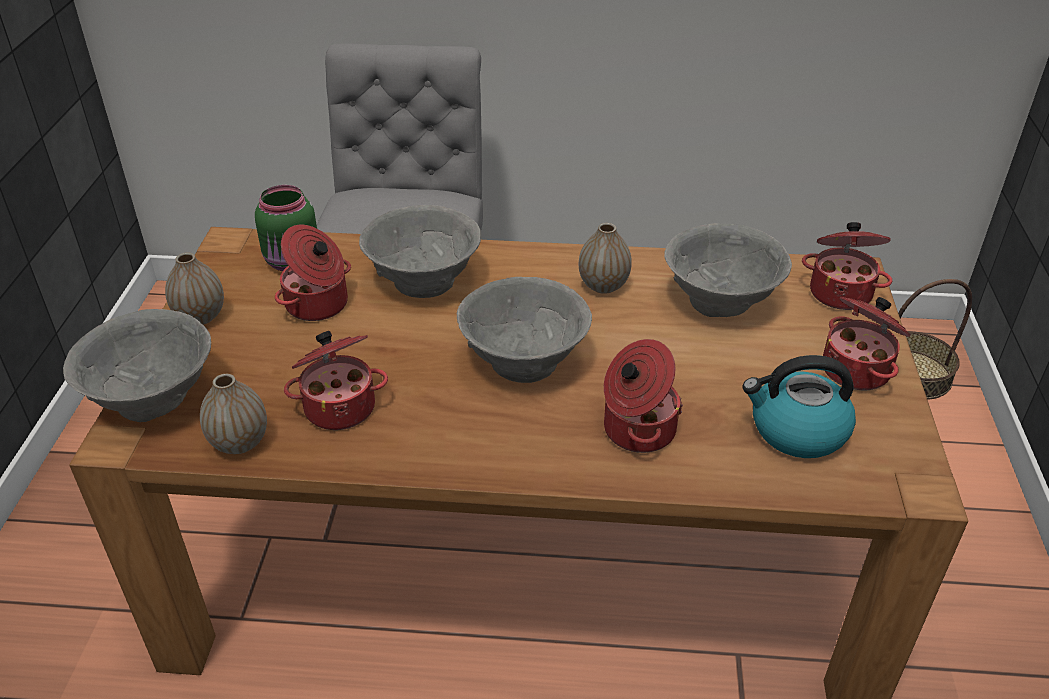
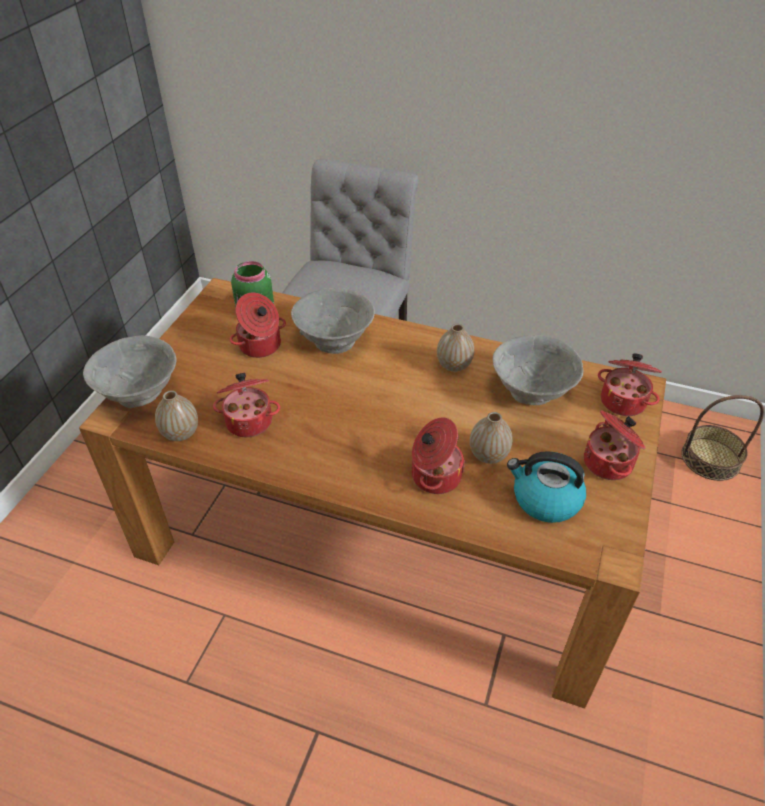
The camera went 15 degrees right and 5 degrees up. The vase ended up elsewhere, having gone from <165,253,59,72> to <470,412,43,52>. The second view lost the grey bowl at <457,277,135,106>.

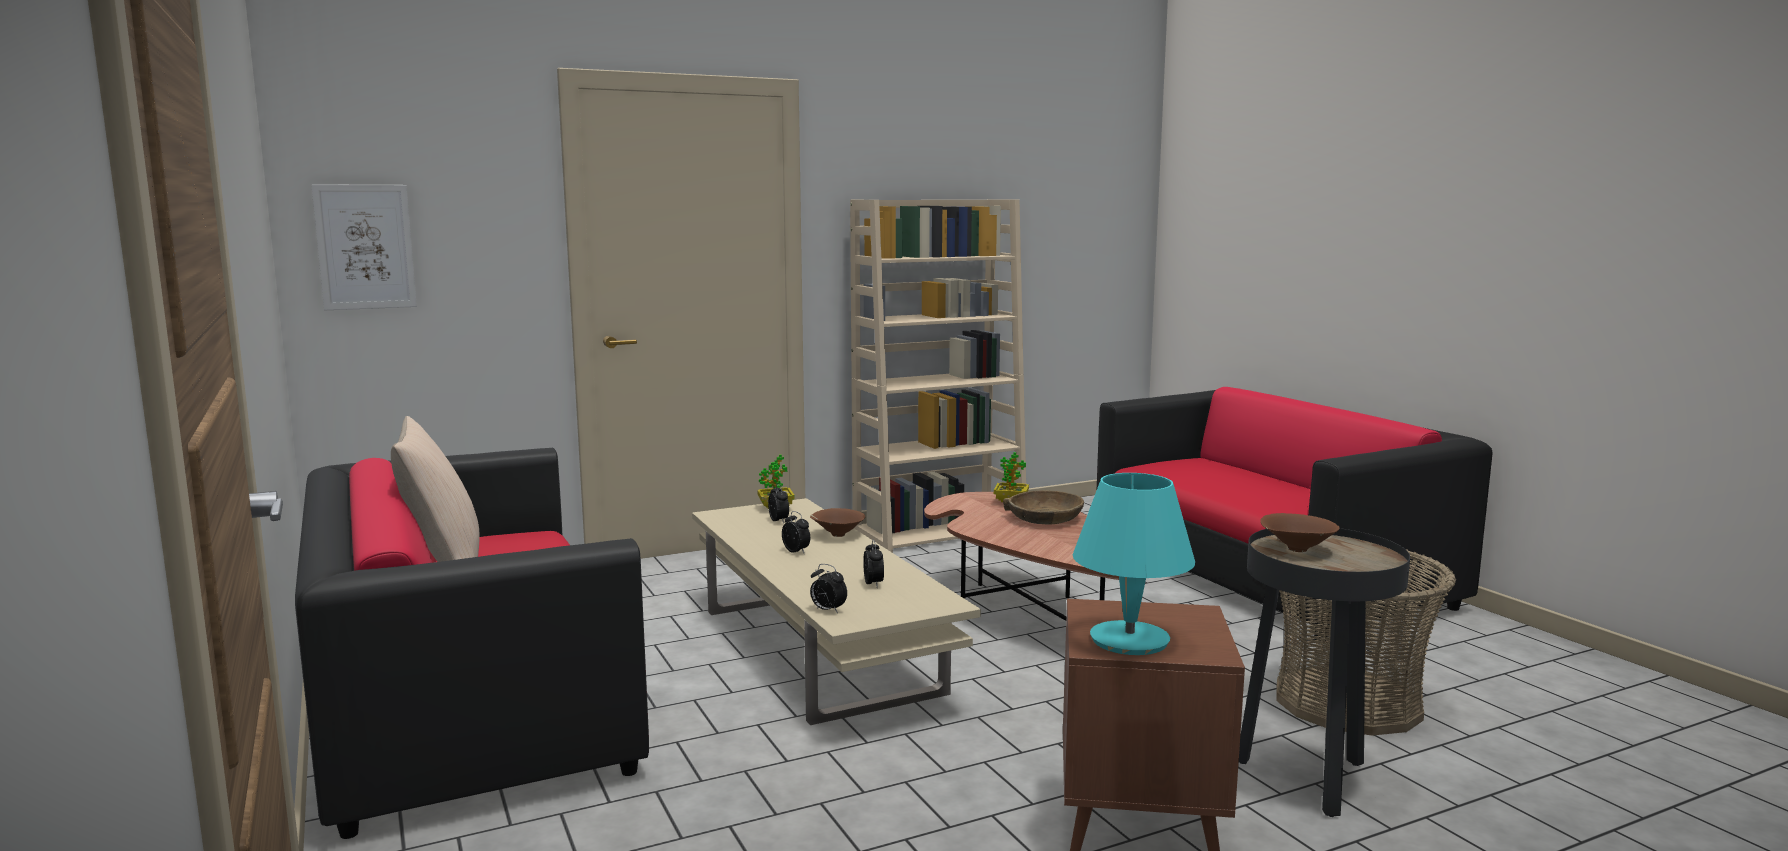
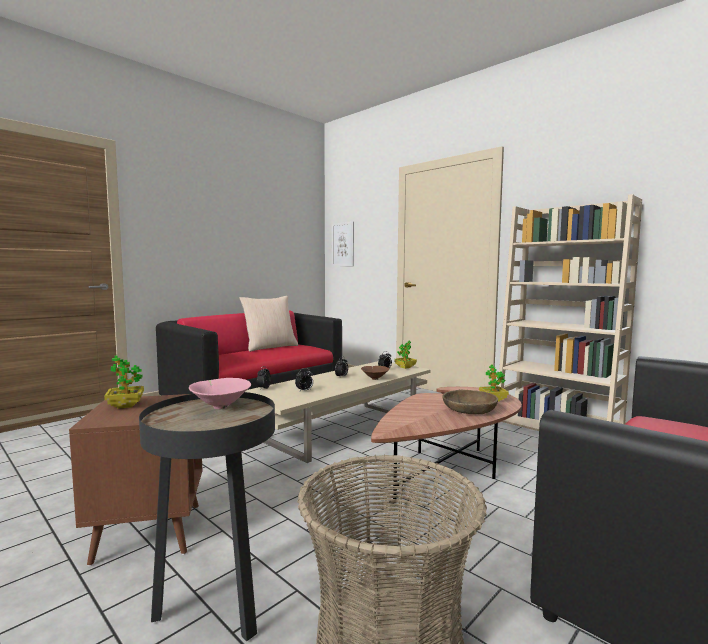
The camera went 70 degrees right and 5 degrees down. Where the turquoise table lamp stood at <1073,473,122,182>, the potted plant came to stand at <104,356,40,53>. What was the brown bowl at <1260,513,80,39> turned into the pink bowl at <189,378,62,31>.

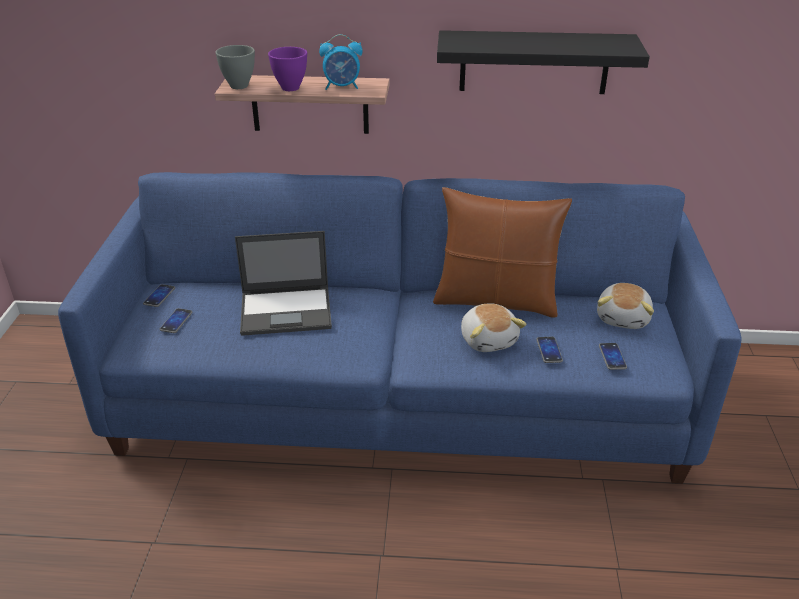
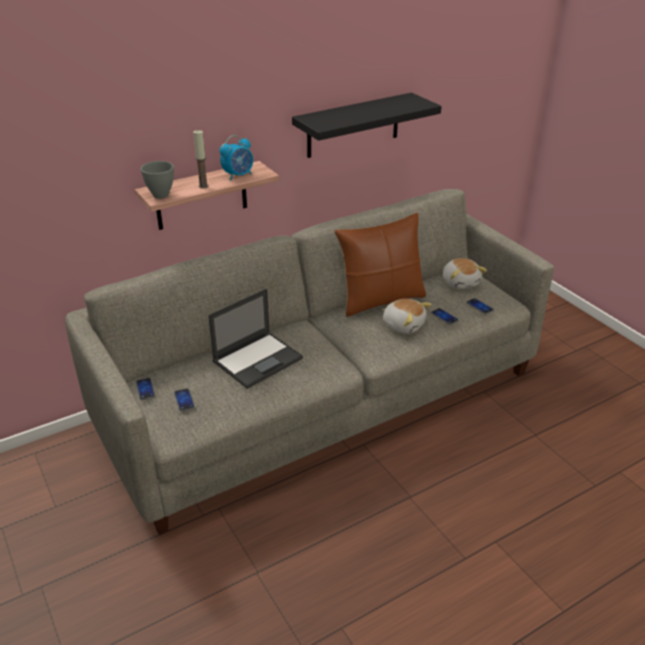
The camera went 35 degrees left and 0 degrees up. Where the purple bowl stood at <268,47,39,44>, the candle came to stand at <193,130,16,59>. What was the blue sofa at <58,172,683,312> turned into the grey sofa at <65,189,489,346>.

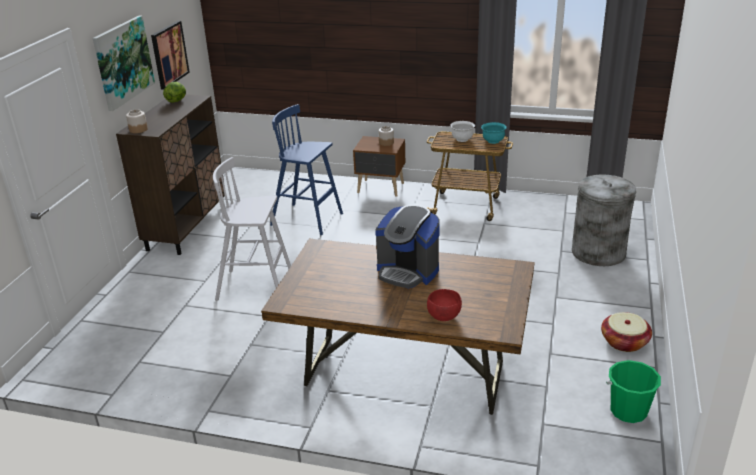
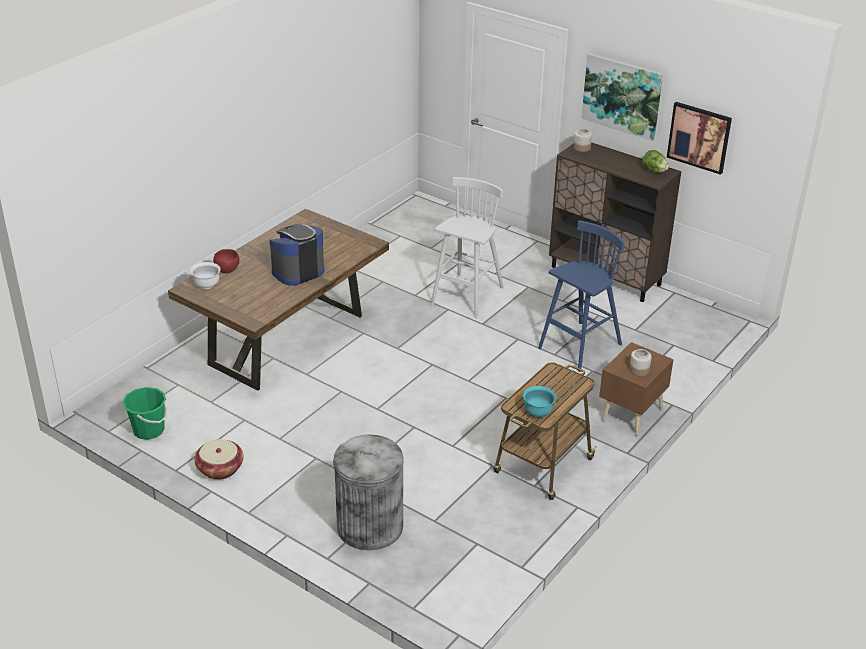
The camera went 110 degrees right and 5 degrees up. The white bowl ended up elsewhere, having gone from <450,121,25,21> to <190,262,31,27>.

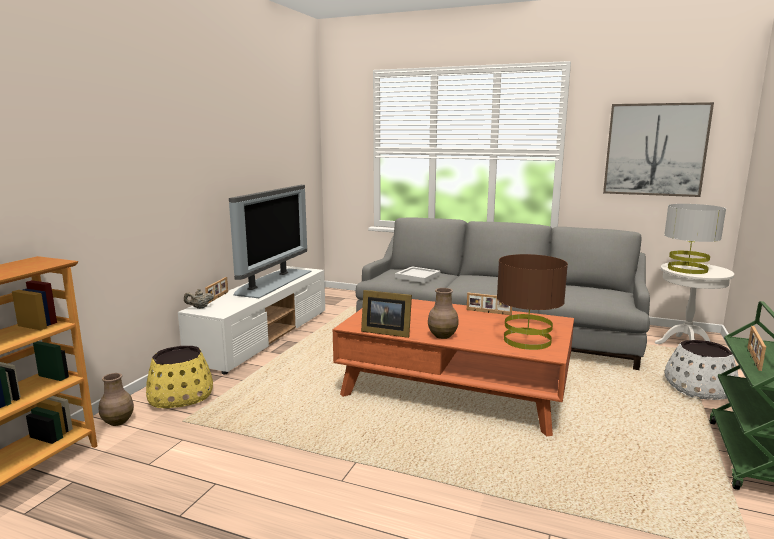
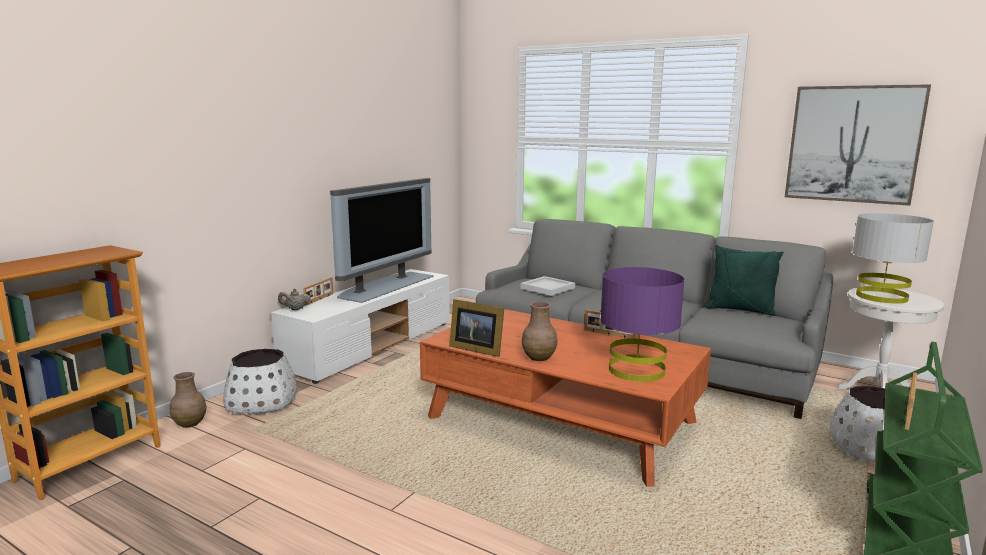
The camera went 10 degrees right and 0 degrees up. What was the brown table lamp at <497,254,71,96> turned into the purple table lamp at <600,267,85,115>. What was the yellow planter at <146,346,67,62> turned into the white planter at <223,349,74,65>. The second view gained the green pillow at <706,245,77,71>.

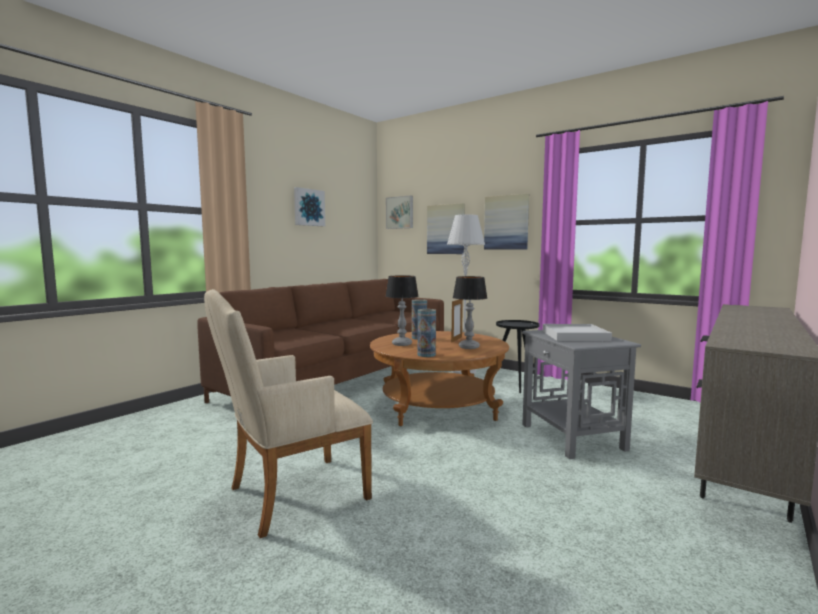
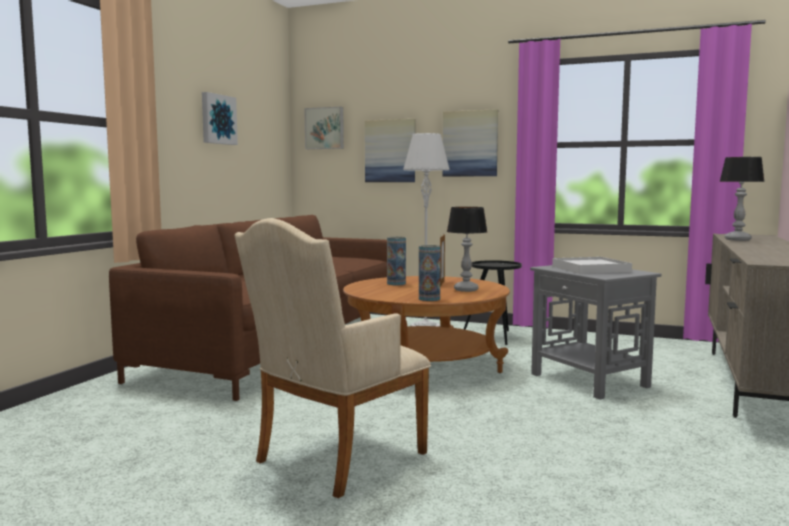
The camera went 15 degrees left and 0 degrees up. The table lamp ended up elsewhere, having gone from <385,275,34,71> to <719,157,46,84>.

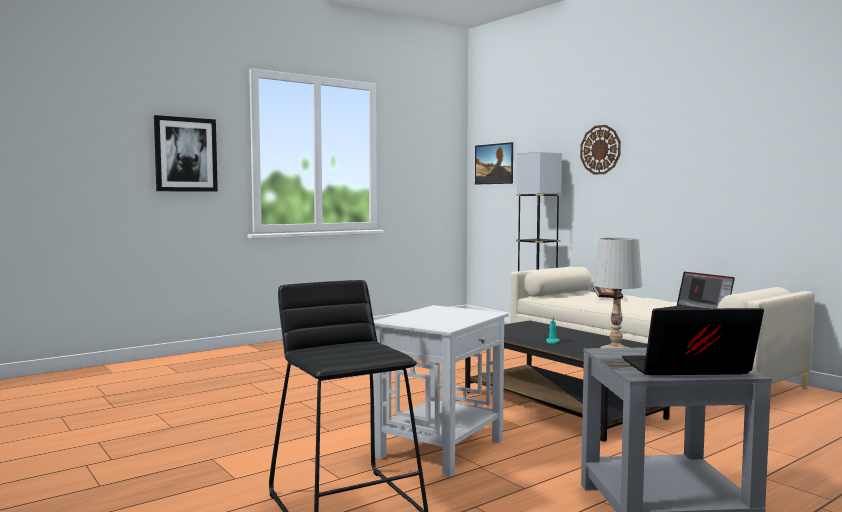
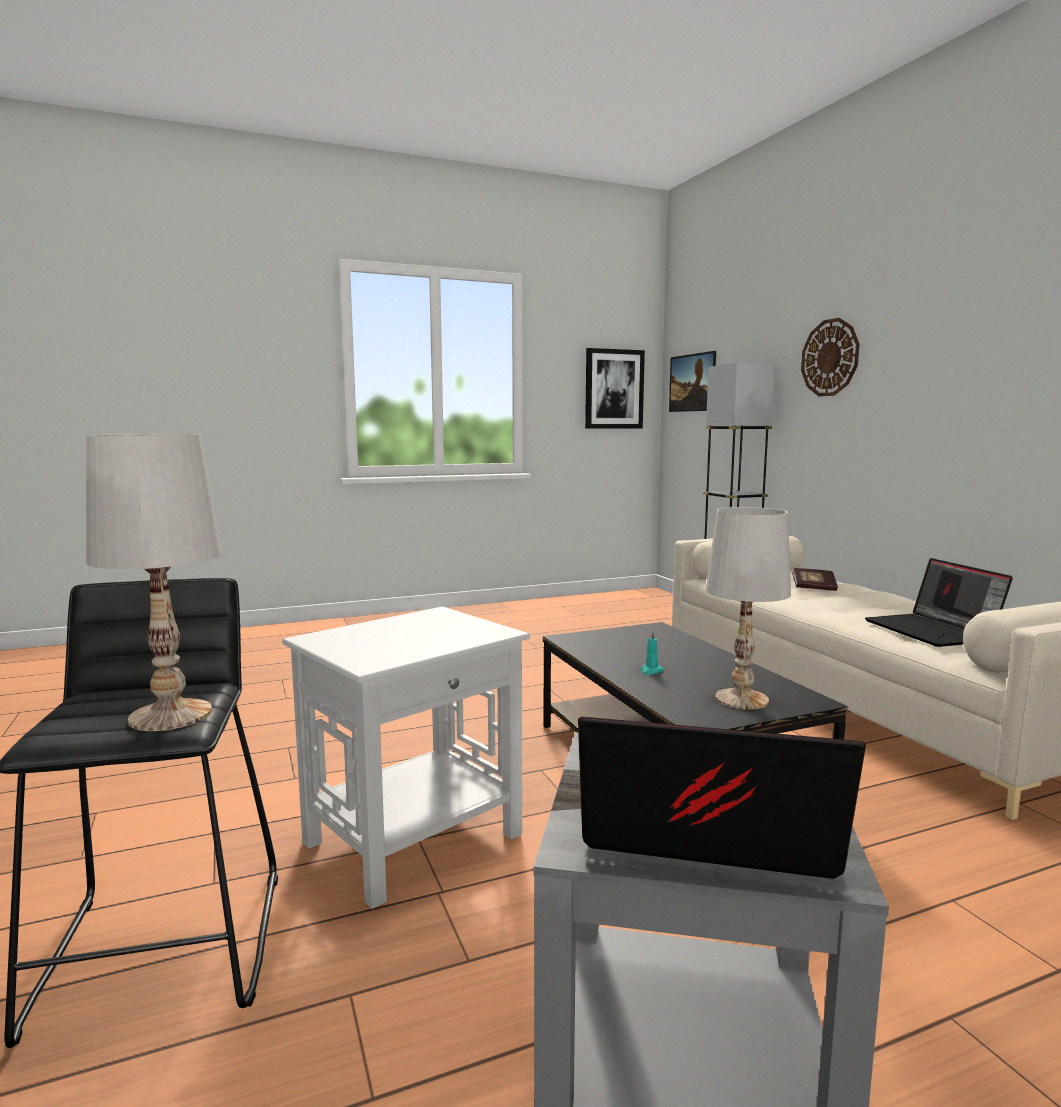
The camera went 15 degrees right and 5 degrees up. The picture ended up elsewhere, having gone from <154,115,64,77> to <585,348,60,80>. The second view gained the white table lamp at <86,434,136,297>.

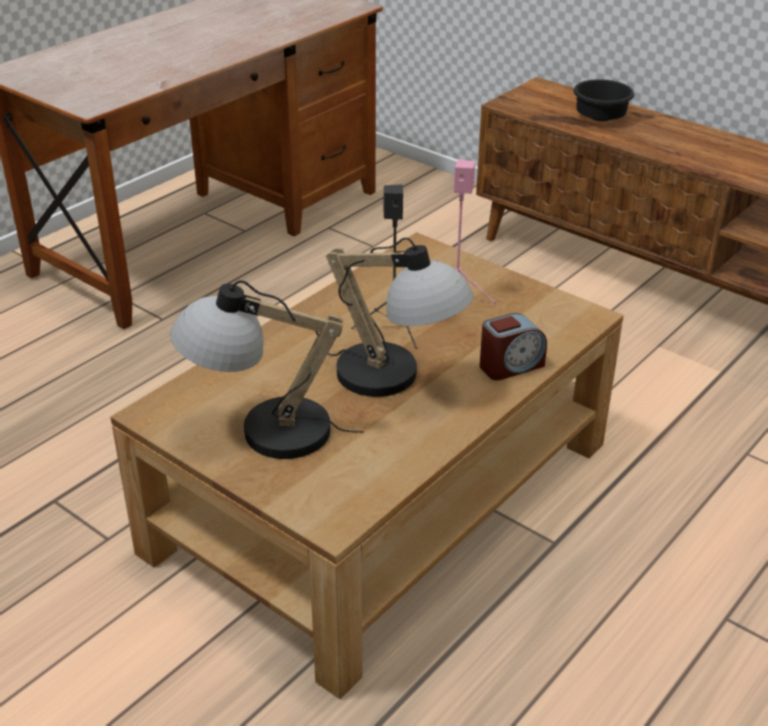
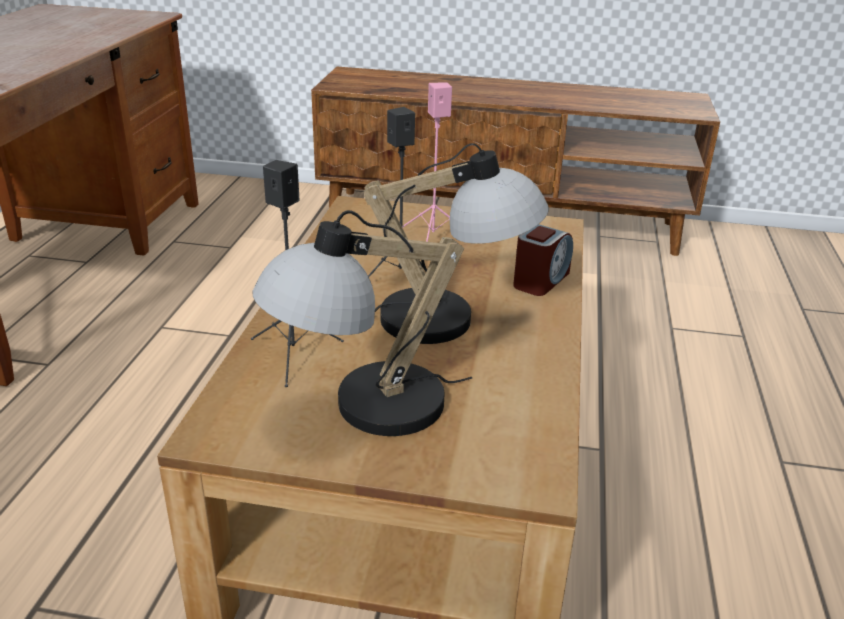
The camera went 30 degrees left and 5 degrees down. The second view lost the black bowl at <573,79,61,42>. The second view gained the black speaker at <251,160,93,227>.

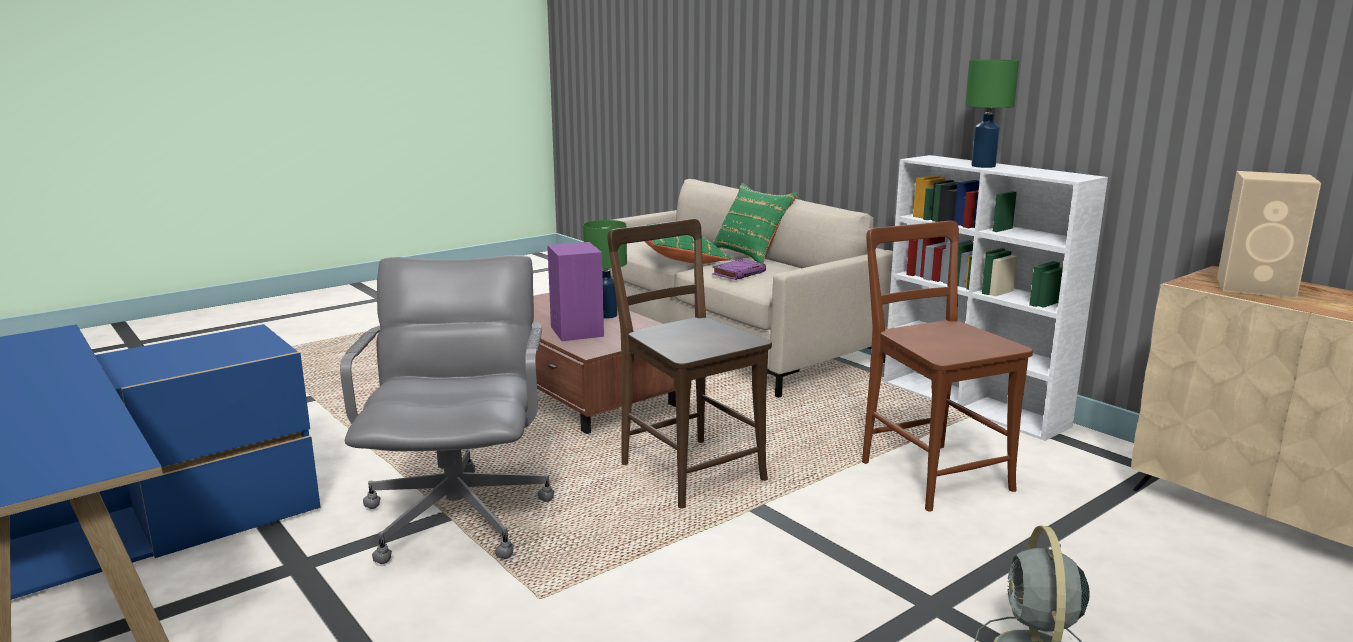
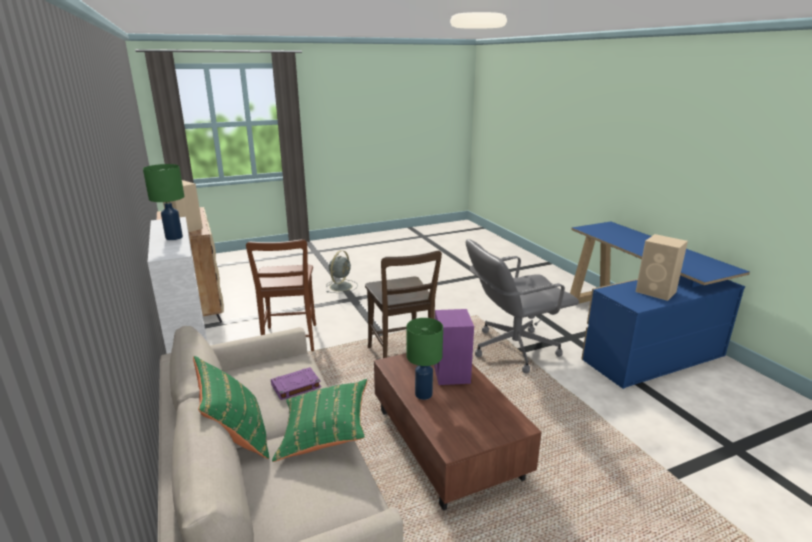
The camera went 165 degrees left and 5 degrees up. The grey office chair at <340,255,214,309> ended up facing another way, 60 degrees clockwise from before. The second view gained the beige speaker at <636,234,52,67>.

